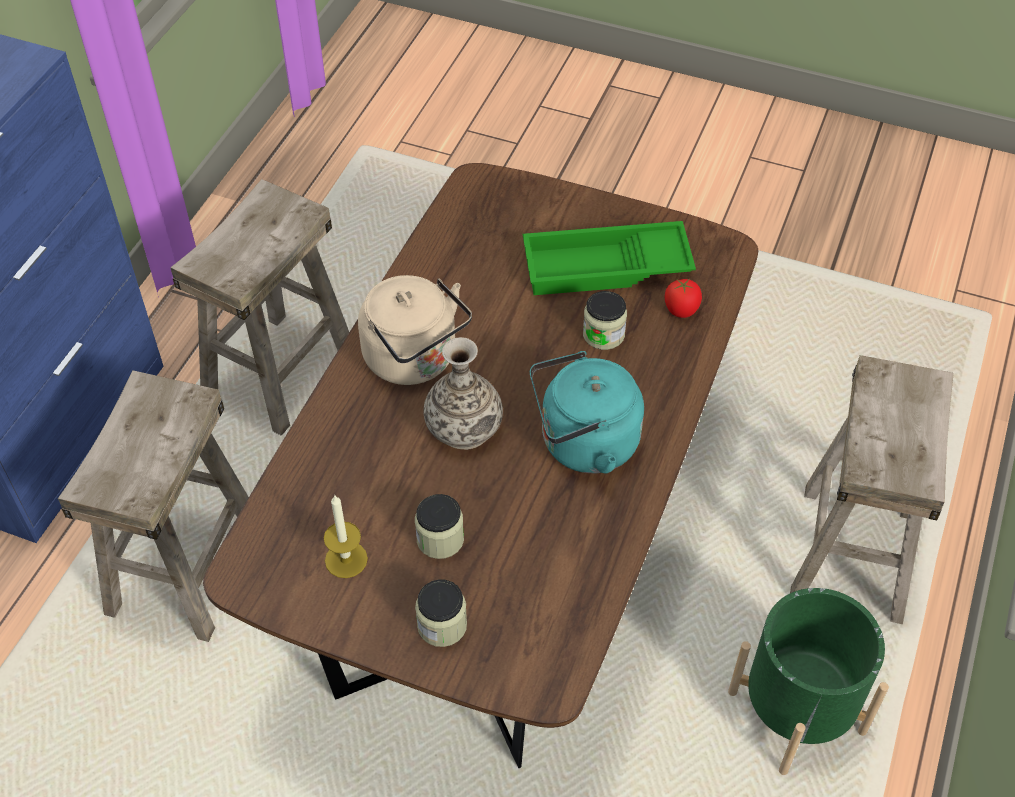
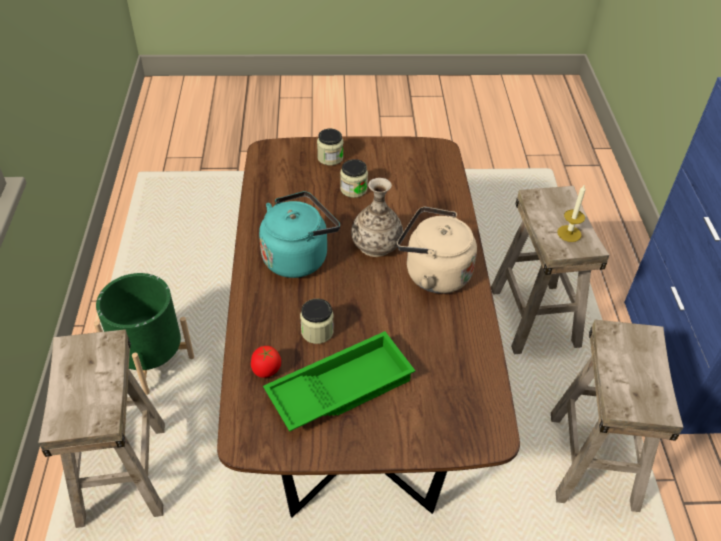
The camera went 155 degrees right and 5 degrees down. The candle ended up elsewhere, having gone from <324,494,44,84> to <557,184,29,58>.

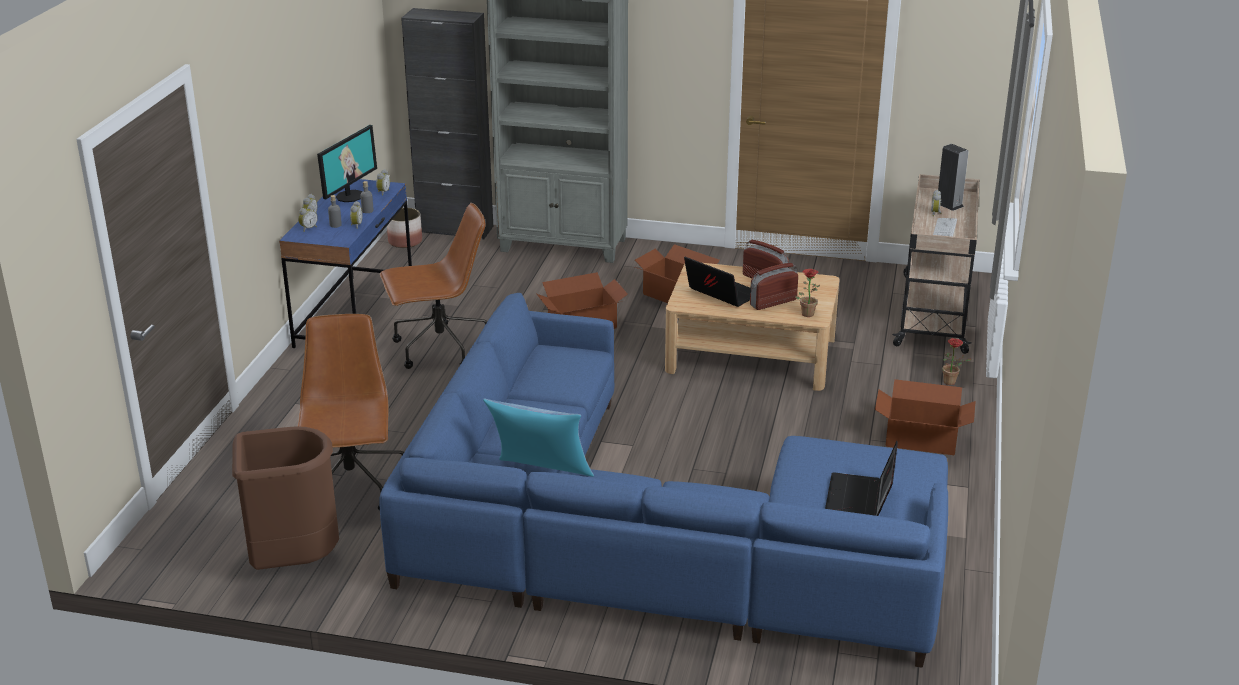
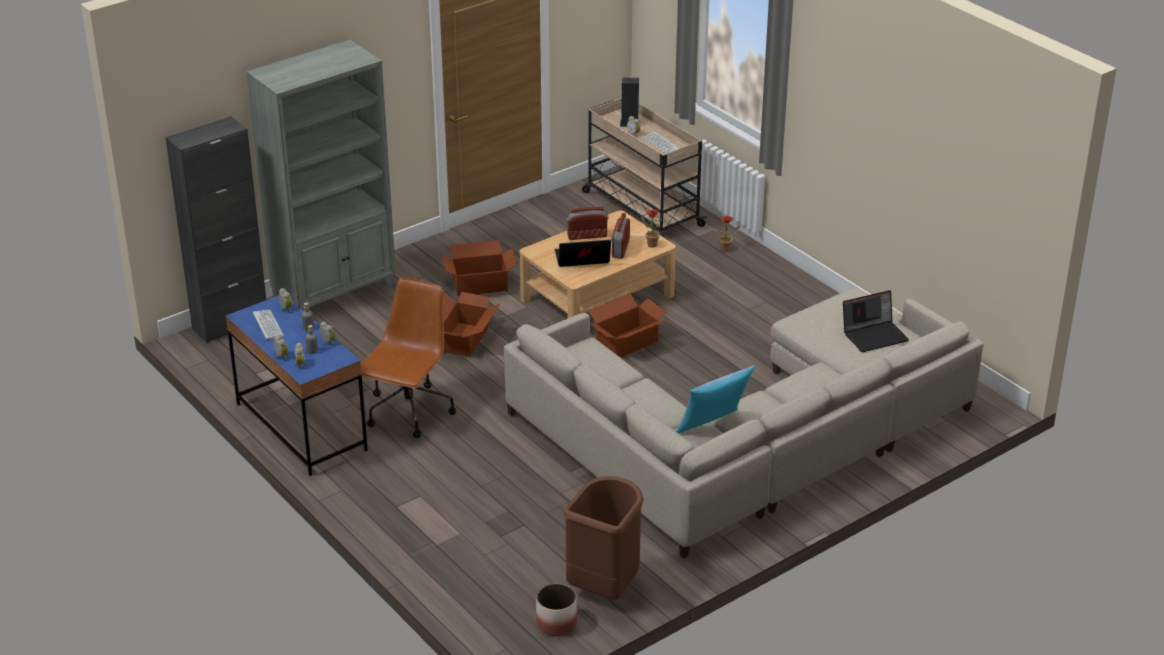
The camera went 50 degrees left and 5 degrees up. Where the monitor stood at <317,125,60,77>, the keyboard came to stand at <253,310,31,30>. The planter ended up elsewhere, having gone from <387,208,35,40> to <536,583,41,53>. What was the blue sofa at <379,293,569,375> turned into the beige sofa at <504,287,480,272>. The second view lost the brown office chair at <297,314,107,197>. The cardboard box ended up elsewhere, having gone from <875,379,101,76> to <588,294,79,64>. The laptop at <825,441,73,75> ended up facing another way, 75 degrees counterclockwise from before.

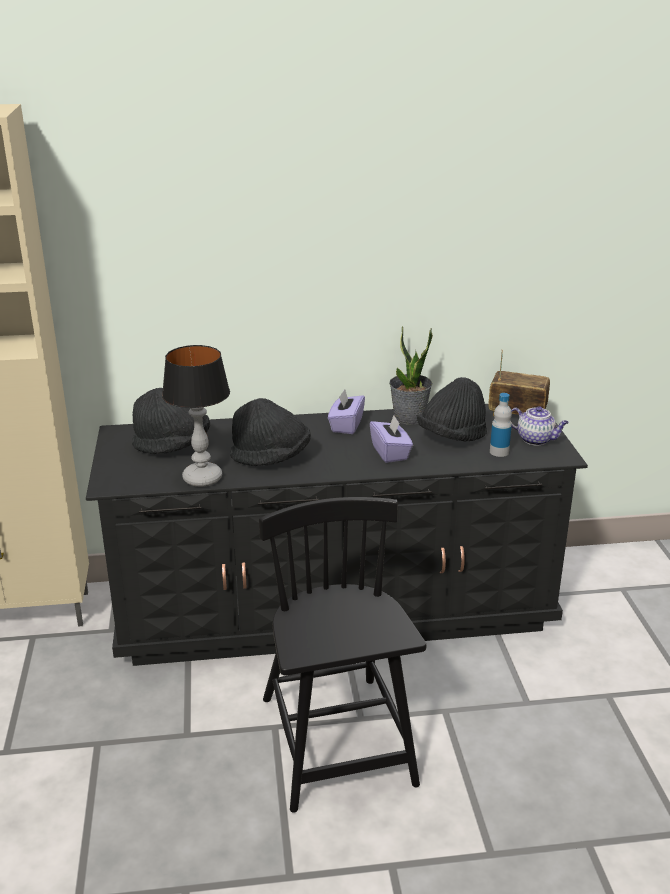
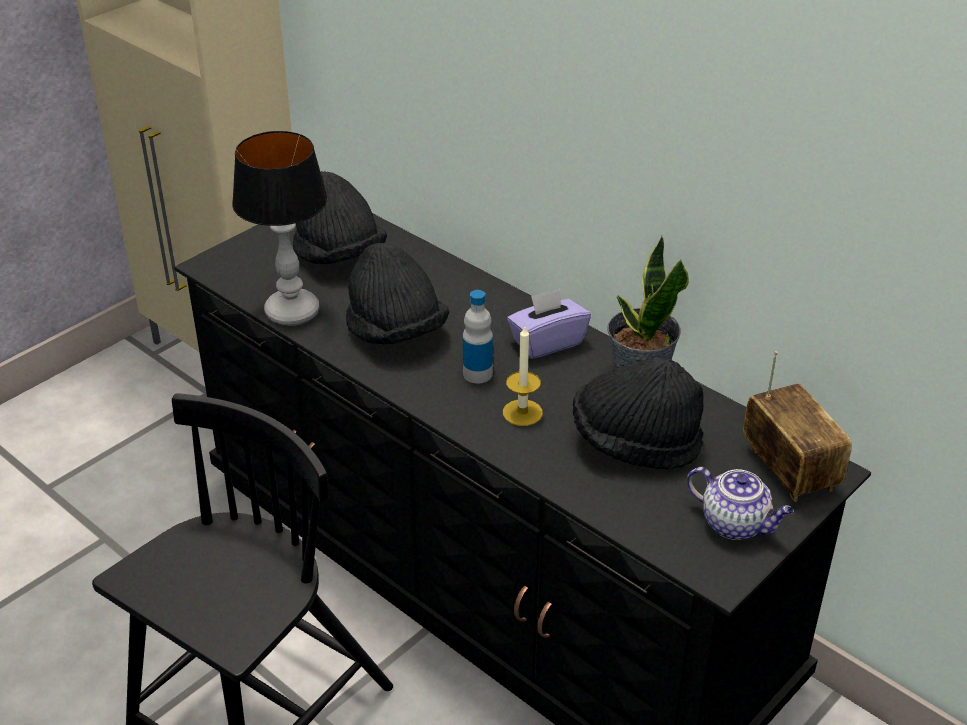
The camera went 50 degrees right and 10 degrees up. The bottle ended up elsewhere, having gone from <490,393,22,64> to <463,290,30,94>. The teapot at <511,406,58,40> ended up facing another way, 45 degrees counterclockwise from before. Where the purple tissue box stood at <370,415,43,48>, the candle came to stand at <503,327,40,99>.

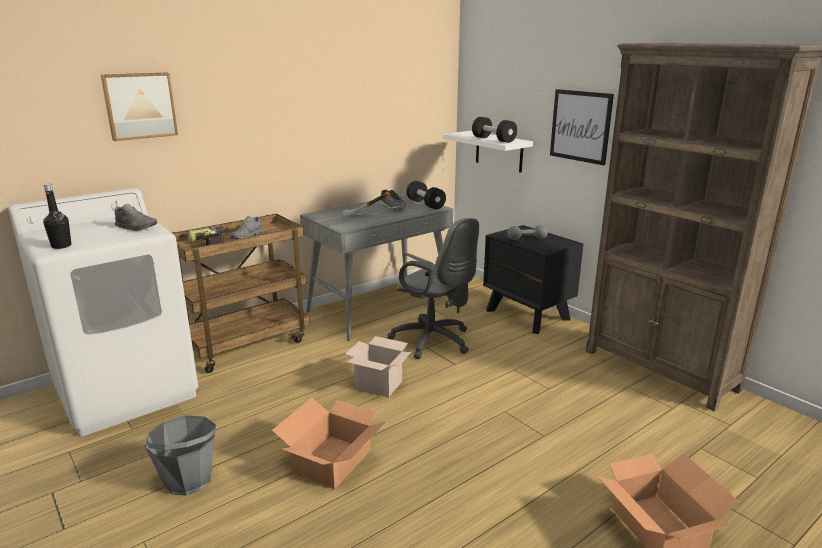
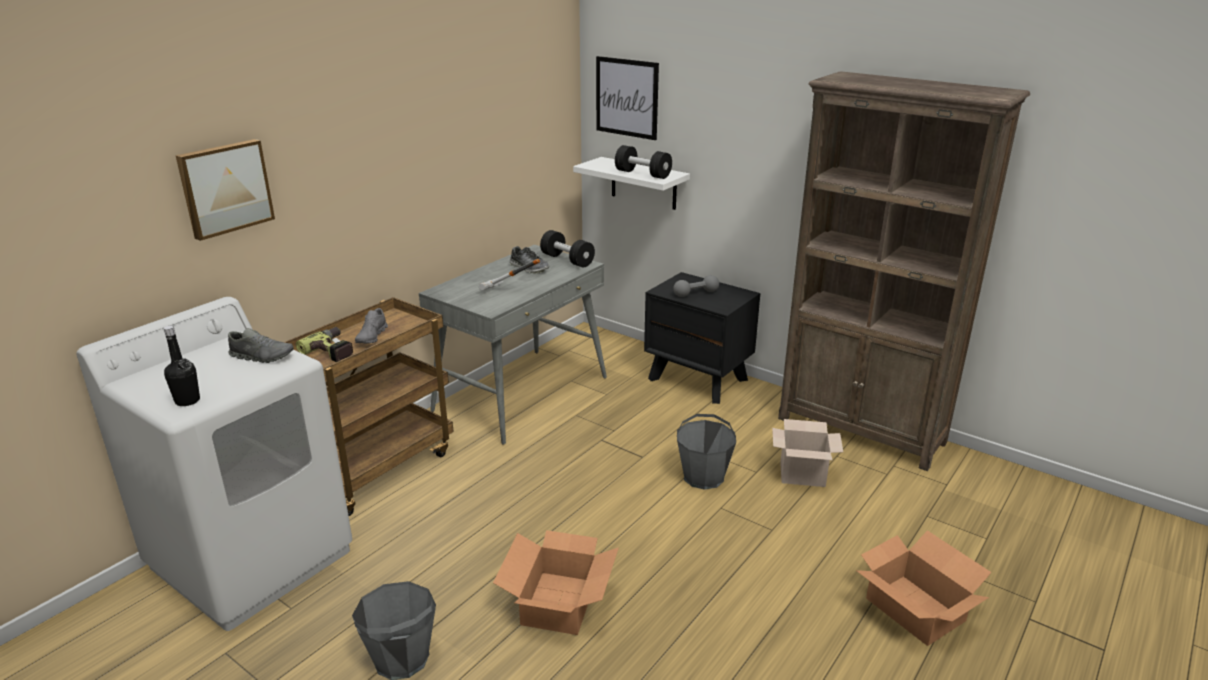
The camera went 15 degrees left and 5 degrees up. The picture ended up elsewhere, having gone from <550,89,64,76> to <596,56,63,84>. The second view lost the grey office chair at <387,218,92,141>. The cardboard box ended up elsewhere, having gone from <345,336,66,61> to <772,419,71,68>. The second view gained the grey bucket at <677,414,59,76>.

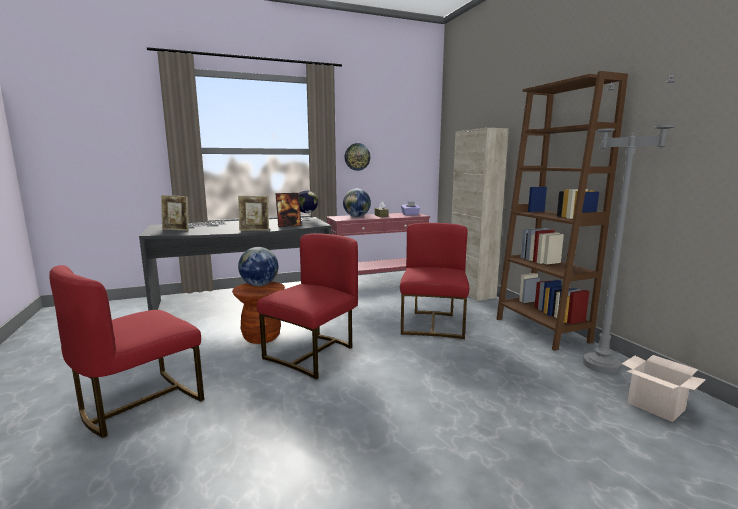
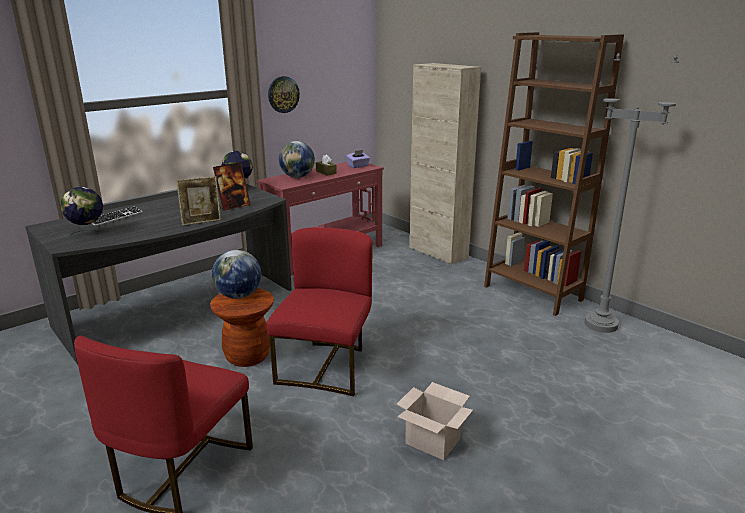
The camera went 20 degrees left and 10 degrees up. Where the picture frame stood at <161,195,28,36>, the globe came to stand at <61,187,42,48>. The second view lost the red chair at <400,223,69,116>. The cardboard box ended up elsewhere, having gone from <622,355,84,67> to <397,382,76,78>.

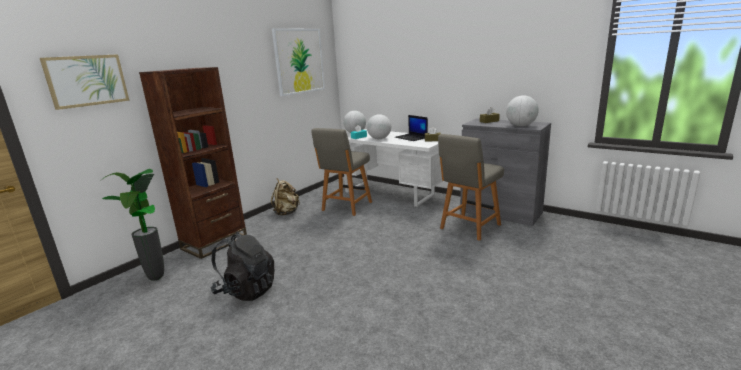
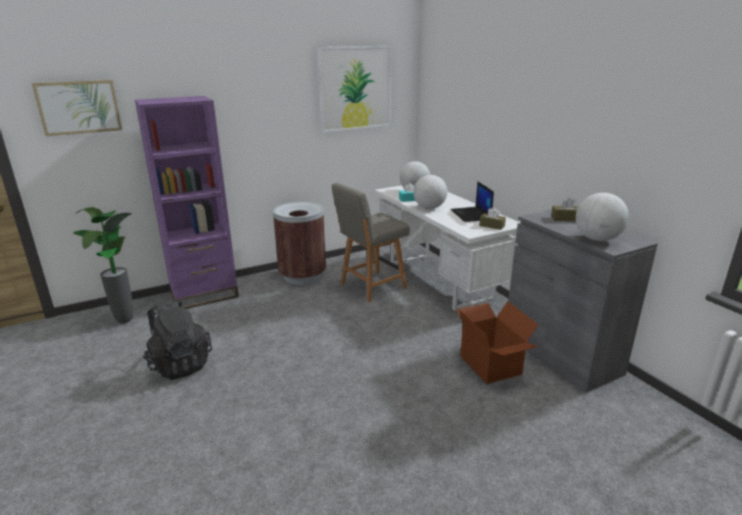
The camera went 25 degrees right and 5 degrees up. What was the brown bookcase at <139,67,108,192> turned into the purple bookcase at <135,96,104,213>. Where the grey chair stood at <438,134,66,107>, the cardboard box came to stand at <456,301,83,83>. Where the beige backpack stood at <271,178,29,37>, the brown trash can came to stand at <273,202,53,83>.

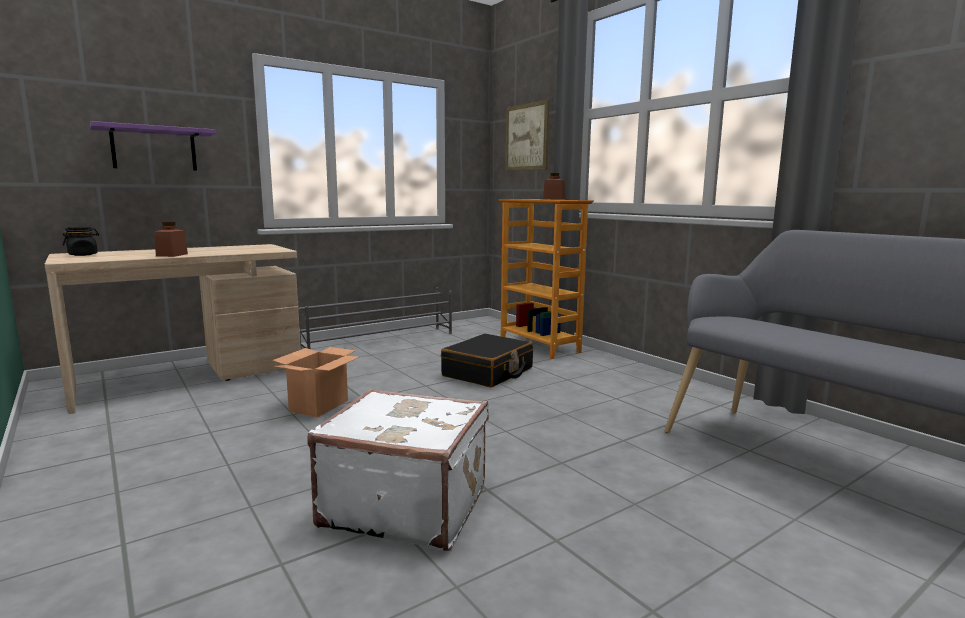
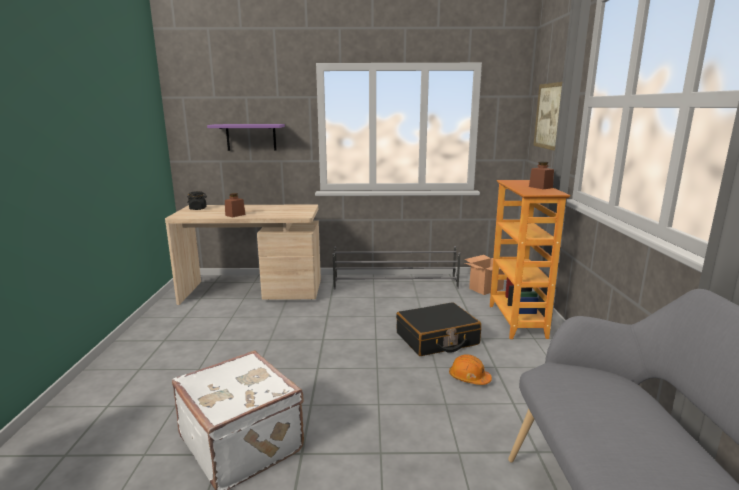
The camera went 35 degrees right and 5 degrees up. The cardboard box ended up elsewhere, having gone from <272,347,87,70> to <464,255,41,40>. The second view gained the orange hard hat at <449,354,43,31>.

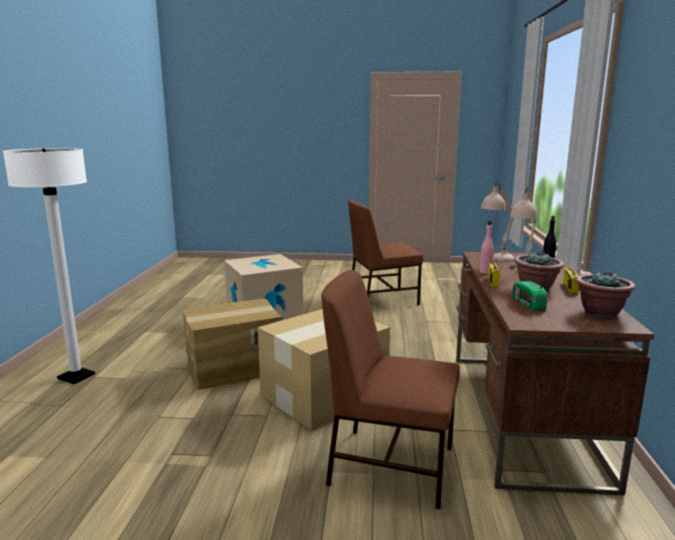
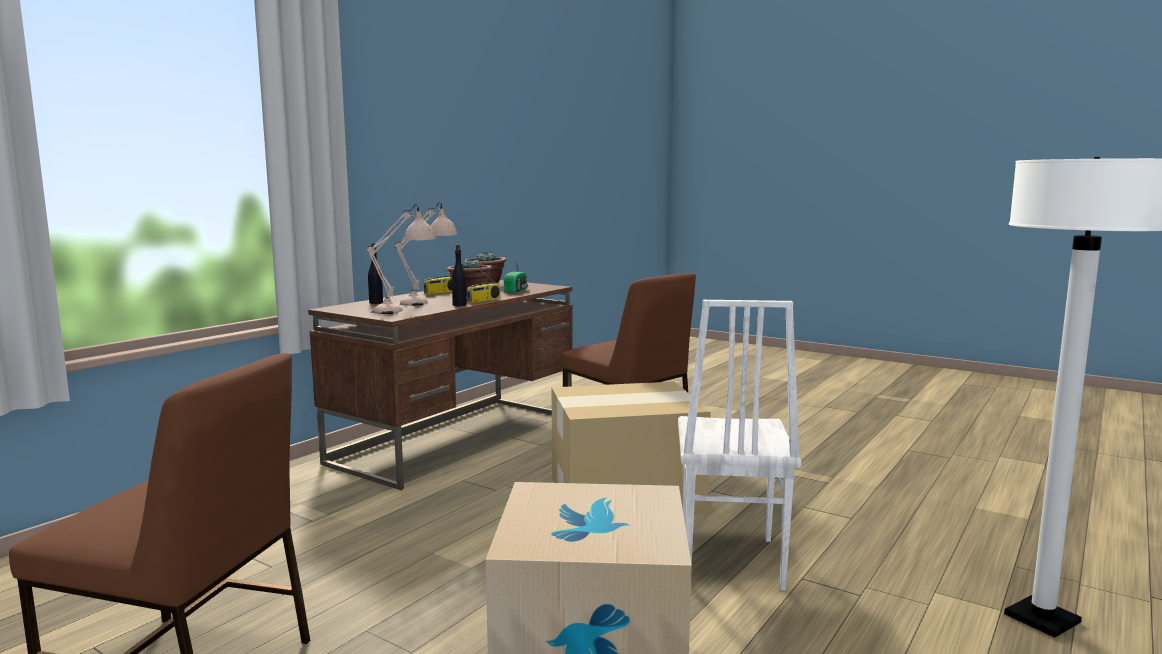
The camera went 150 degrees left and 5 degrees down. What was the pink bottle at <480,220,14,53> turned into the black bottle at <451,245,16,61>. Where the cardboard box stood at <183,298,100,92>, the white chair came to stand at <678,300,123,290>.

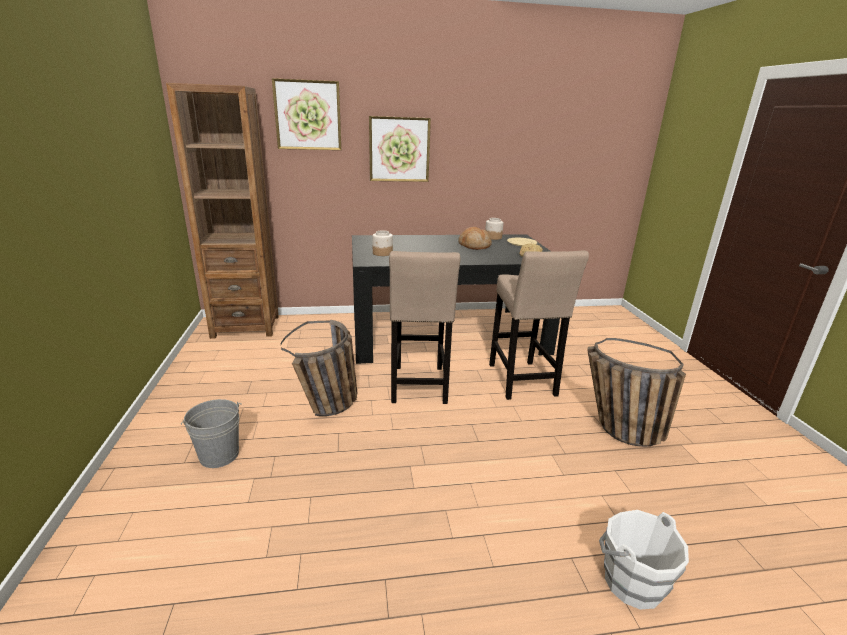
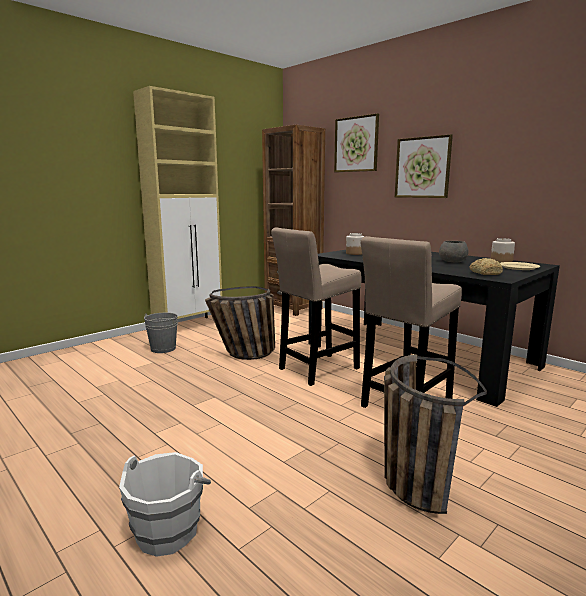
The camera went 55 degrees right and 10 degrees down. Where the bread stood at <458,227,34,23>, the grey bowl came to stand at <439,241,29,21>. The second view gained the beige cabinet at <133,86,89,233>.

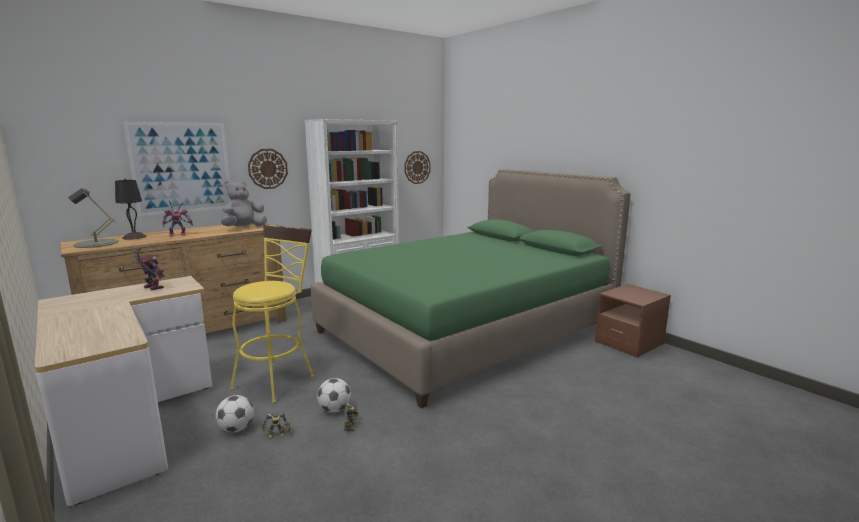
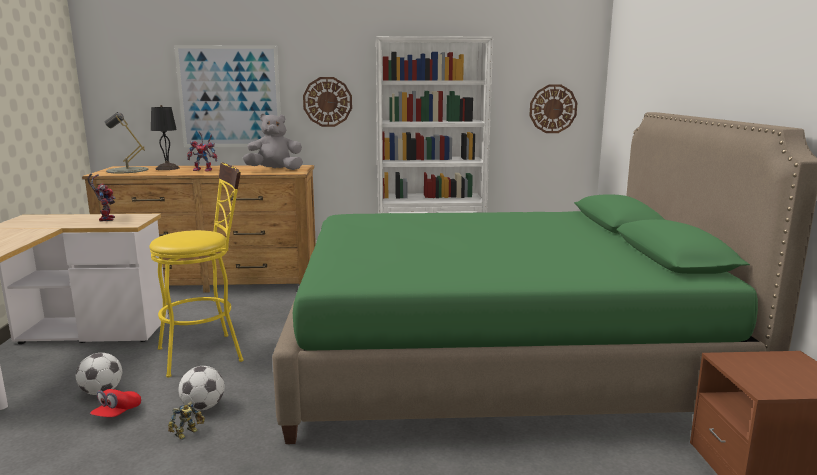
The camera went 35 degrees right and 0 degrees up. Where the toy robot stood at <261,412,30,27>, the red cap came to stand at <90,389,51,28>.

